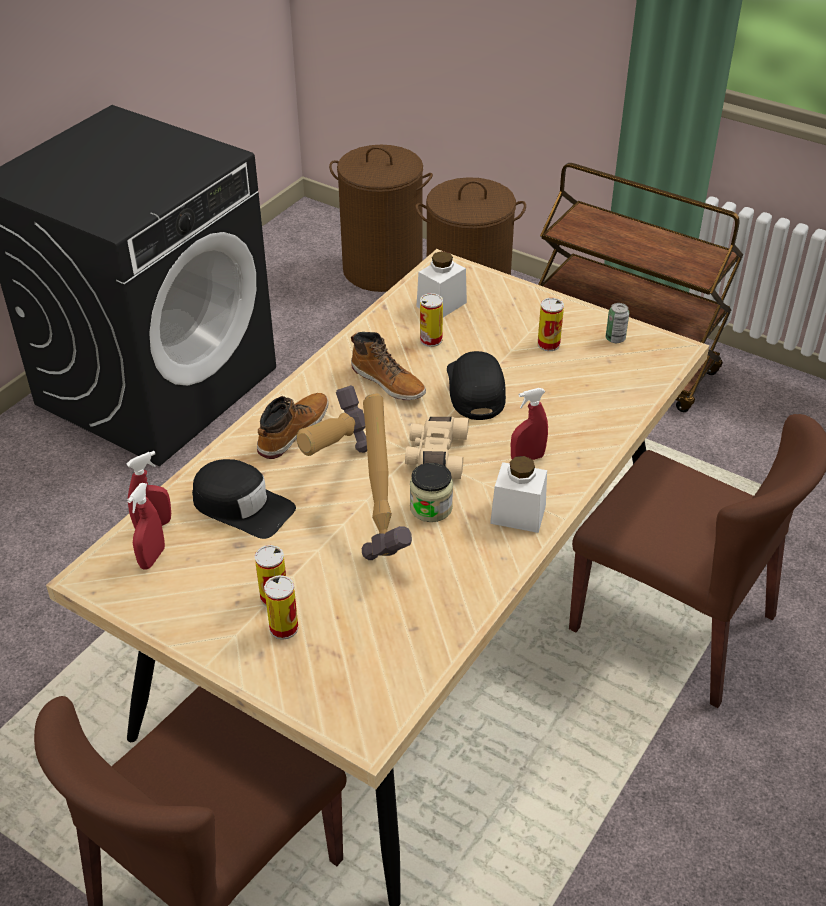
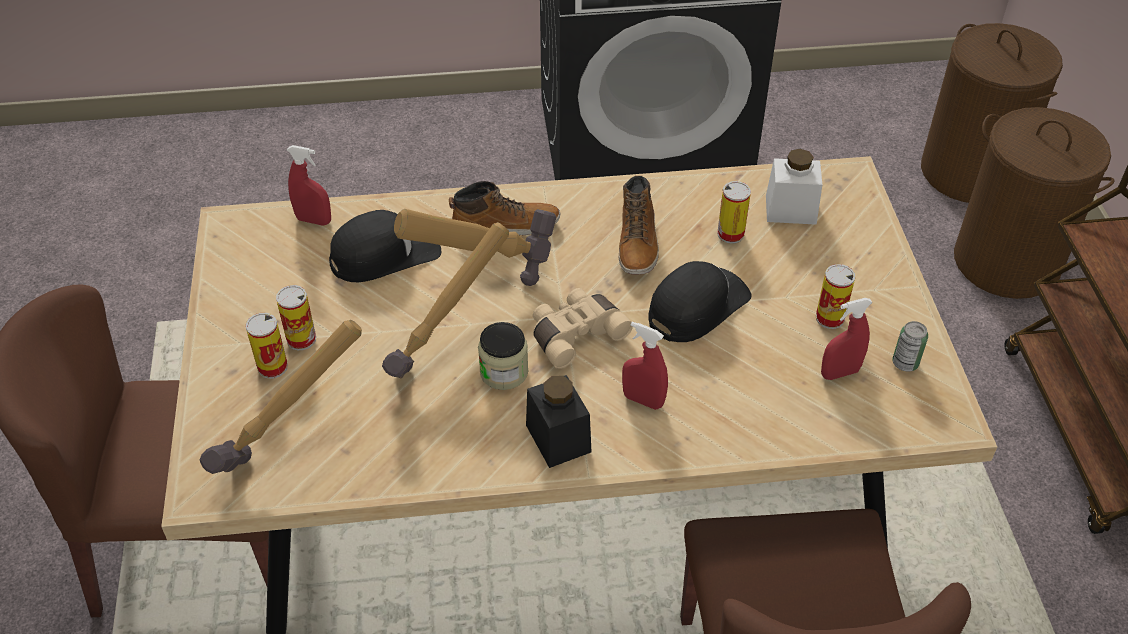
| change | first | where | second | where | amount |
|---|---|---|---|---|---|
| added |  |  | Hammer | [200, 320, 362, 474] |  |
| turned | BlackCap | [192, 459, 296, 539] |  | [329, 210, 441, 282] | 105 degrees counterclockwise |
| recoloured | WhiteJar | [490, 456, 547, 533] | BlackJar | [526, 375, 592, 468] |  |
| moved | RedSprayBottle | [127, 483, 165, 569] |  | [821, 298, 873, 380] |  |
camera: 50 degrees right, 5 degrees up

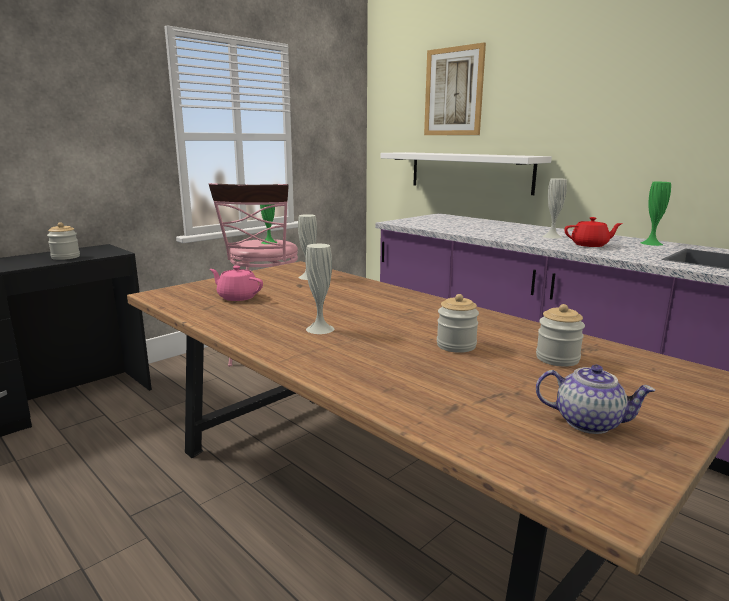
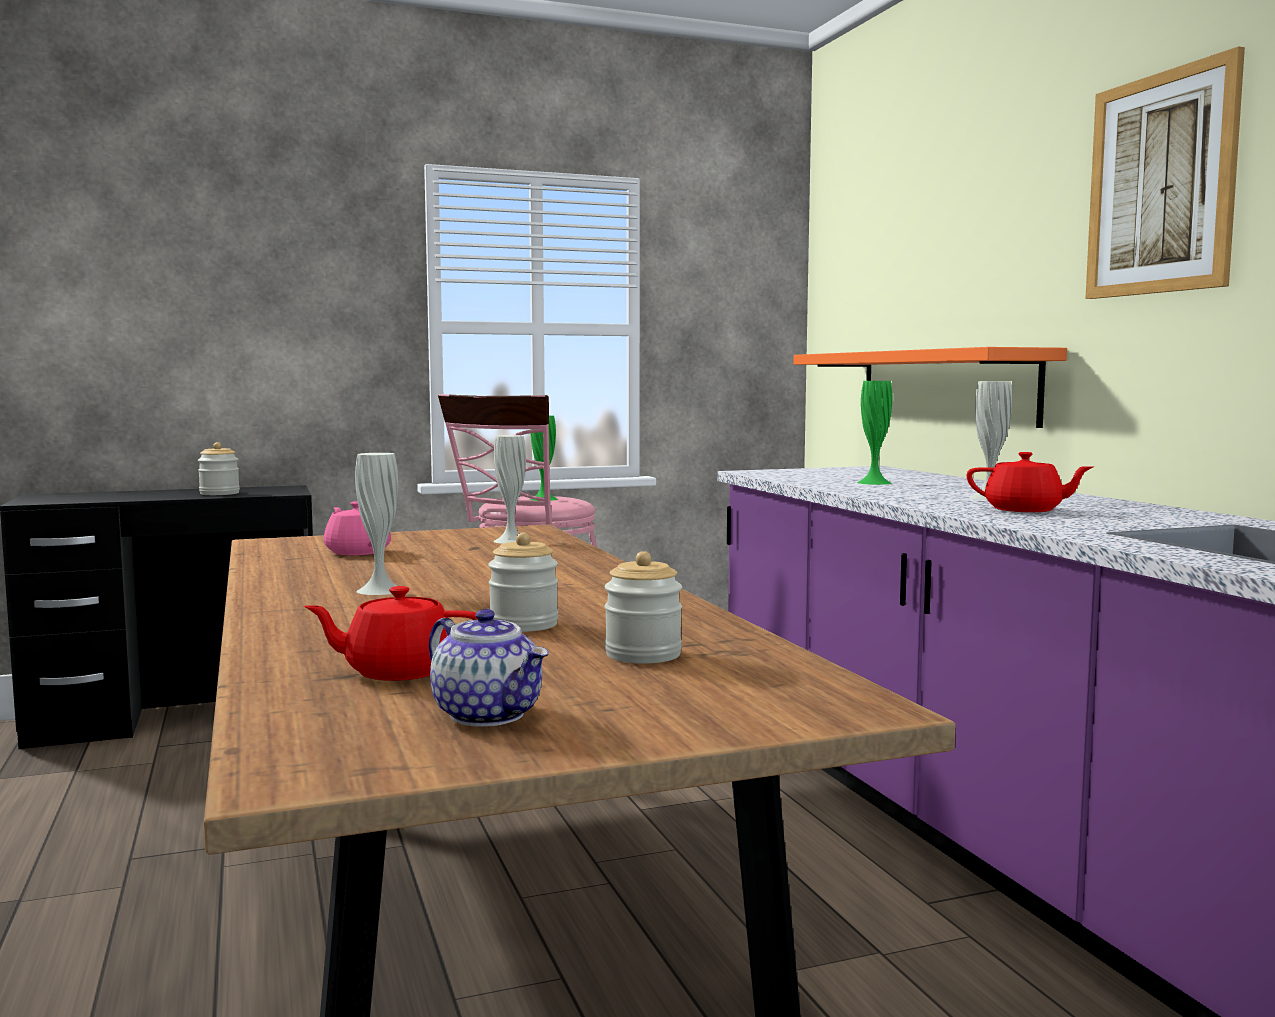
| change | first | where | second | where | amount |
|---|---|---|---|---|---|
| added |  |  | RedTeapot | [304, 586, 478, 681] |  |
| recoloured | WhiteShelf | [381, 152, 552, 195] | OrangeShelf | [793, 347, 1067, 428] |  |
| moved | GreenVase | [640, 182, 671, 246] |  | [857, 381, 892, 485] |  |
| moved | Picture | [424, 43, 486, 135] |  | [1085, 46, 1245, 299] |  |
camera: 25 degrees right, 10 degrees down

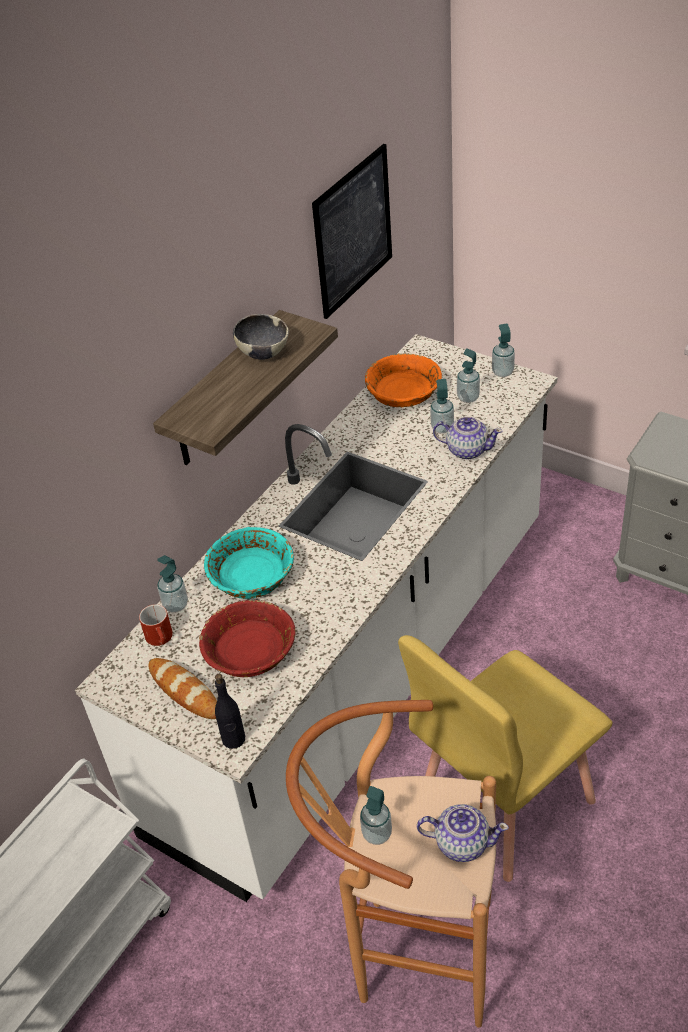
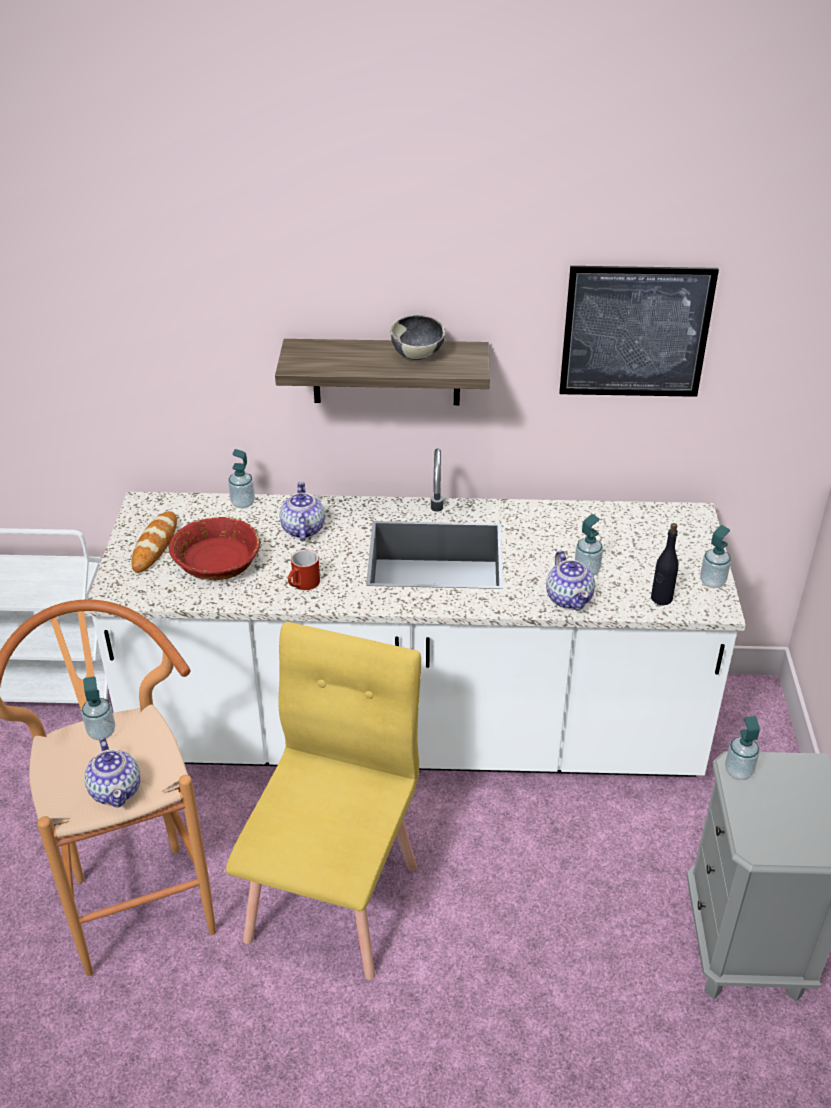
| change | first | where | second | where | amount |
|---|---|---|---|---|---|
| turned | YellowChair | [398, 635, 612, 882] |  | [226, 622, 421, 980] | 90 degrees clockwise |
| replaced | TurquoiseBowl | [204, 527, 294, 599] | Teapot | [280, 482, 325, 541] |  |
| moved | RedMug | [139, 604, 173, 646] |  | [288, 550, 320, 590] |  |
| moved | BlackBottle | [215, 674, 245, 749] |  | [651, 523, 678, 605] |  |
| moved | SoapDispenser | [457, 348, 480, 403] |  | [725, 716, 760, 780] |  |
| removed | OrangeBowl | [365, 353, 442, 407] |  |  |  |
camera: 55 degrees right, 5 degrees down

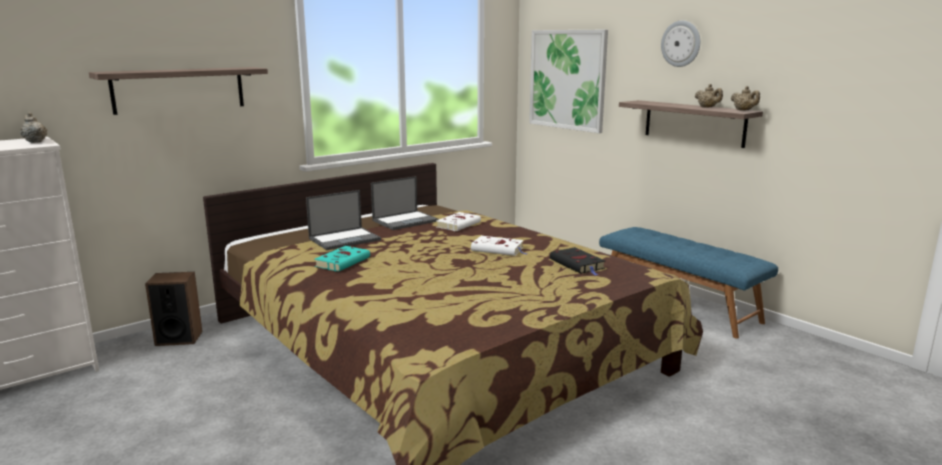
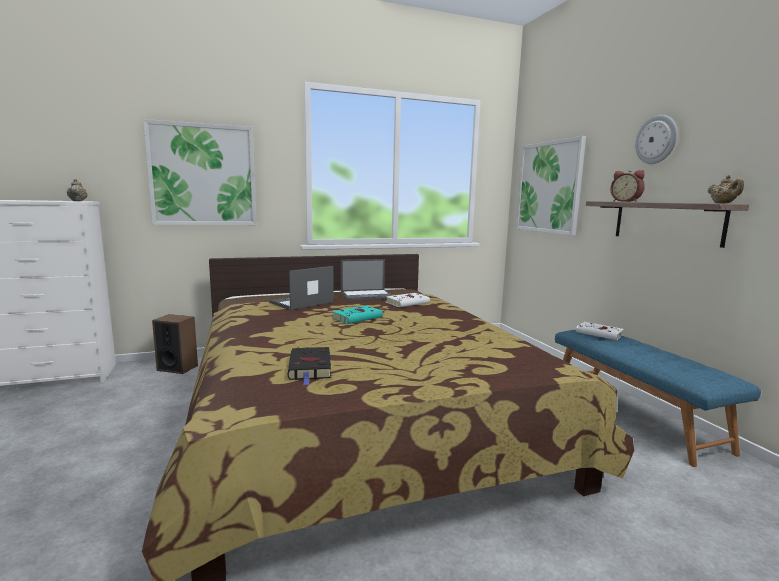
| change | first | where | second | where | amount |
|---|---|---|---|---|---|
| replaced | Shelf | [89, 67, 268, 115] | Picture | [143, 119, 257, 225] |  |
| turned | Laptop | [306, 190, 381, 250] |  | [269, 266, 334, 310] | 150 degrees clockwise |
| moved | BlackBook | [550, 247, 605, 276] |  | [288, 347, 331, 385] |  |
| moved | TurquoiseBook | [314, 246, 370, 272] |  | [332, 305, 383, 324] |  |
| moved | WhiteBook | [471, 236, 528, 256] |  | [576, 322, 628, 341] |  |
| added |  |  | AlarmClock | [610, 170, 645, 202] |  |
| removed | BeigeTeapot | [695, 84, 723, 108] |  |  |  |
camera: 20 degrees right, 5 degrees down

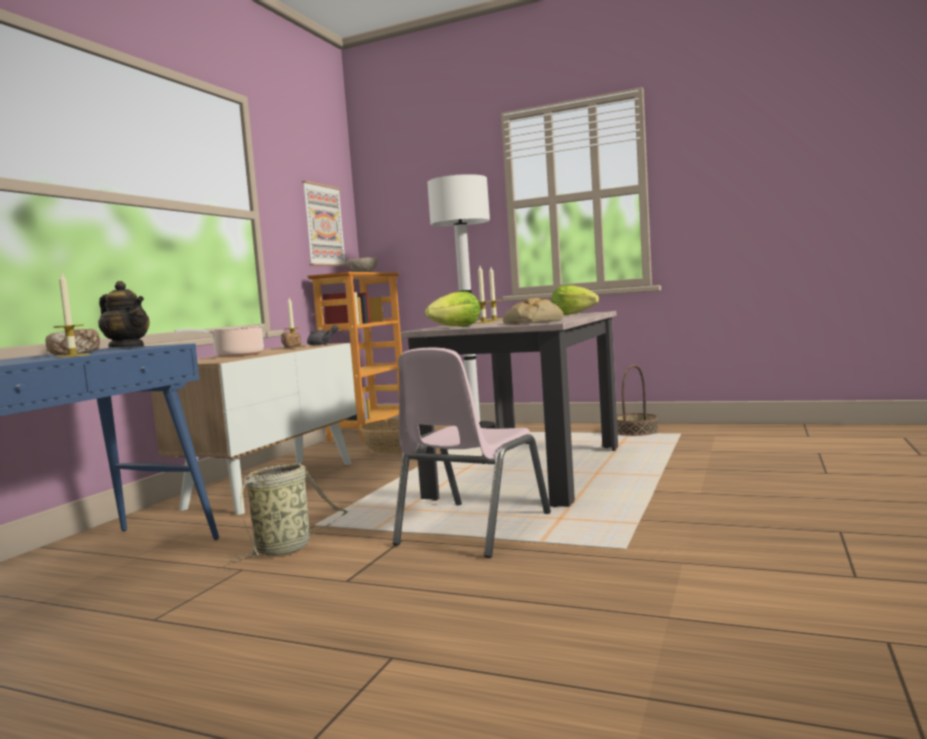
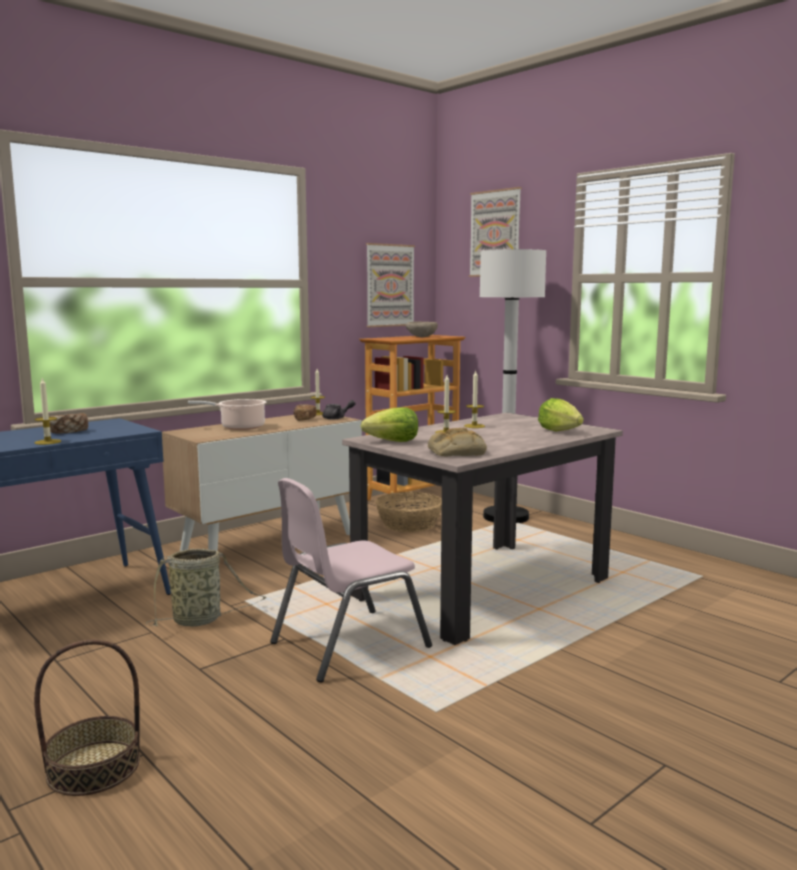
| change | first | where | second | where | amount |
|---|---|---|---|---|---|
| moved | Basket | [617, 365, 658, 436] |  | [34, 639, 140, 796] |  |
| added |  |  | Picture | [469, 187, 522, 277] |  |
| removed | Teapot | [98, 281, 150, 347] |  |  |  |
camera: 25 degrees right, 5 degrees up

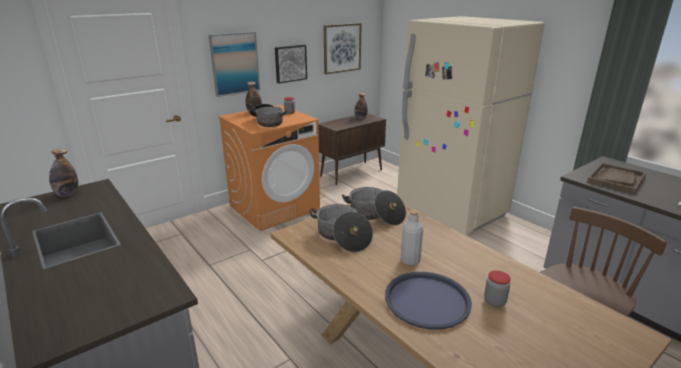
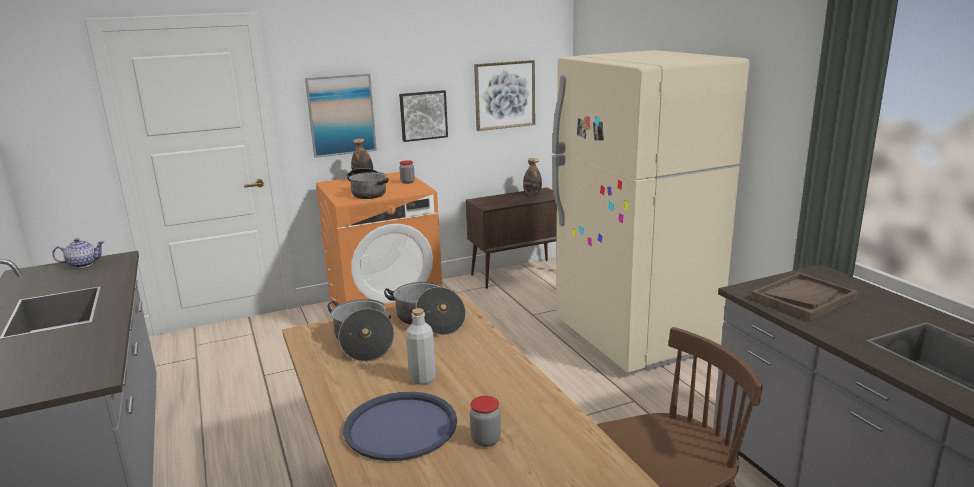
| change | first | where | second | where | amount |
|---|---|---|---|---|---|
| replaced | Bottle | [49, 149, 78, 197] | Teapot | [52, 238, 104, 268] |  |
camera: 15 degrees right, 5 degrees down

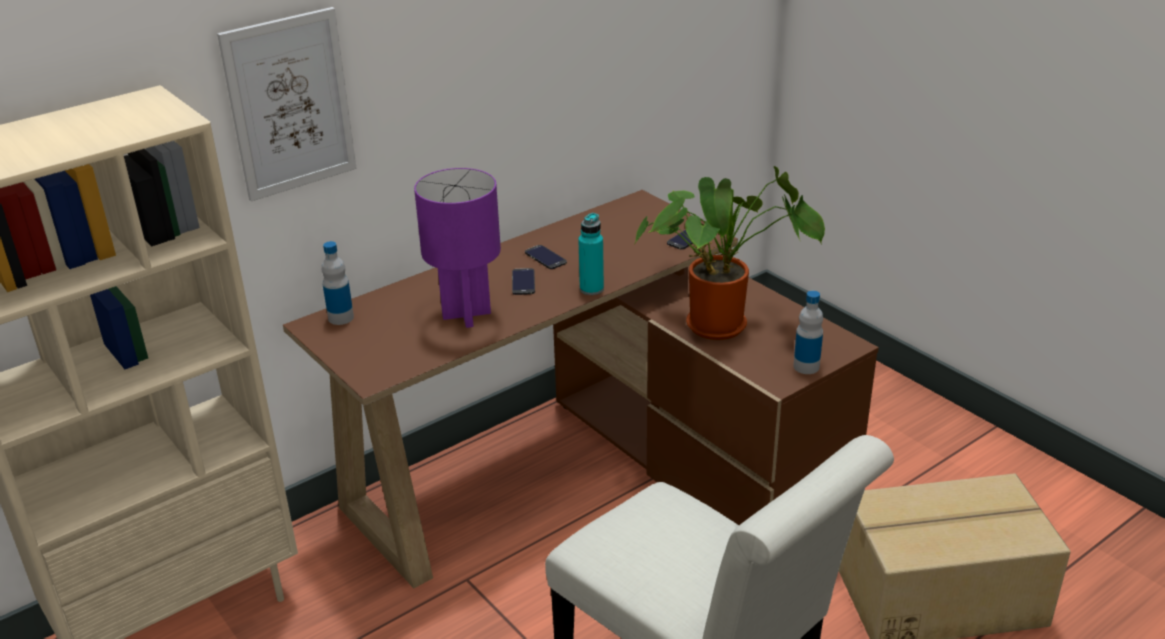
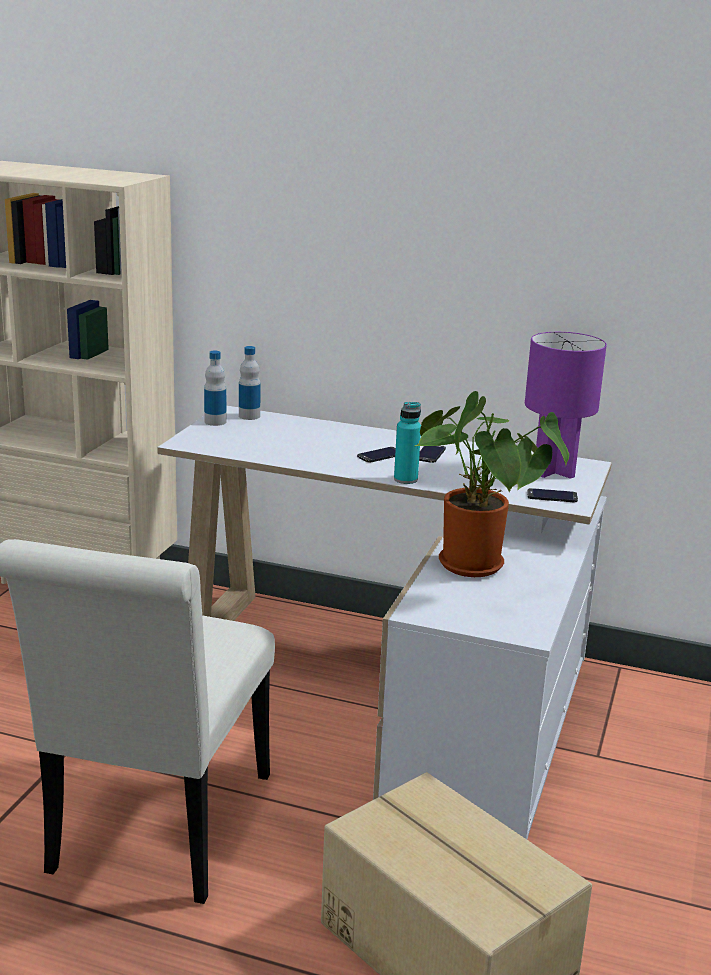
| change | first | where | second | where | amount |
|---|---|---|---|---|---|
| recoloured | BrownDesk | [283, 190, 879, 588] | WhiteDesk | [157, 405, 612, 839] |  |
| moved | Bottle | [793, 291, 823, 374] |  | [204, 351, 226, 426] |  |
| moved | PurpleTableLamp | [414, 168, 501, 328] |  | [525, 332, 607, 479] |  |
| removed | Picture | [217, 7, 356, 202] |  |  |  |
camera: 55 degrees right, 10 degrees down

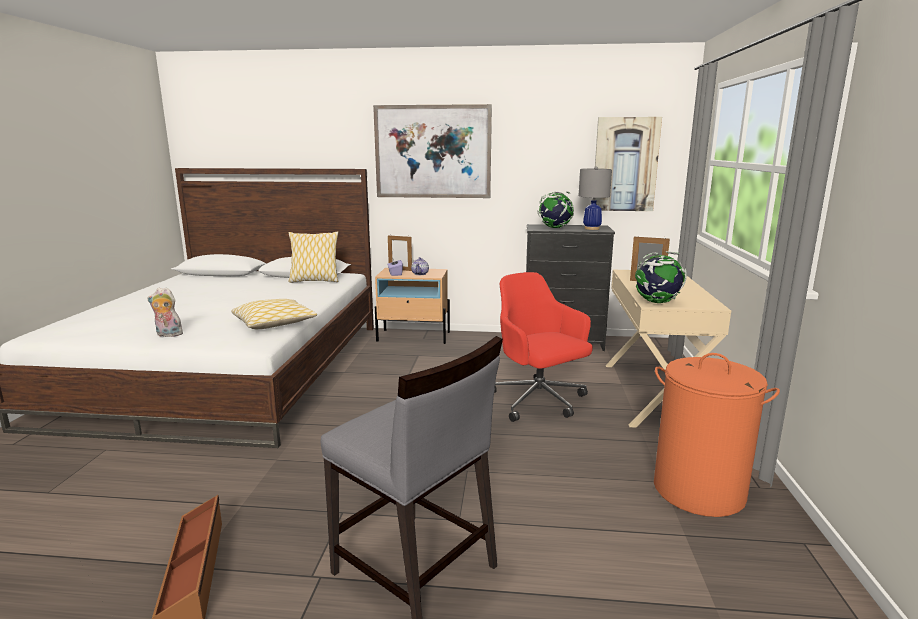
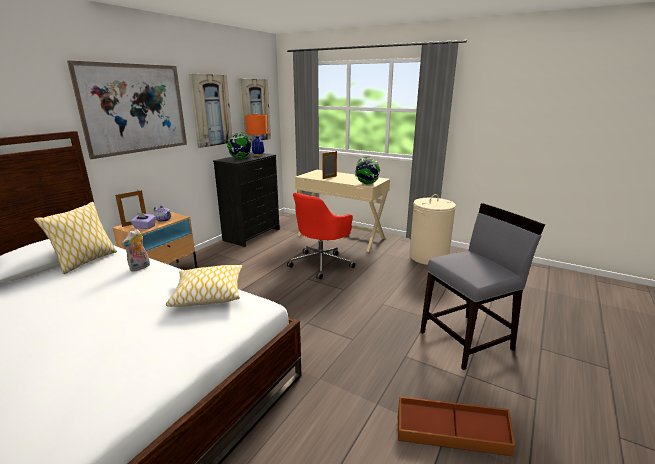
| change | first | where | second | where | amount |
|---|---|---|---|---|---|
| moved | PlushToy | [147, 287, 183, 337] |  | [121, 229, 150, 272] |  |
| added |  |  | Picture | [189, 74, 232, 148] |  |
| recoloured | GreyTableLamp | [579, 167, 612, 230] | OrangeTableLamp | [245, 113, 267, 156] |  |
| turned | RedOfficeChair | [494, 272, 593, 422] |  | [287, 192, 355, 280] | 45 degrees counterclockwise |
| recoloured | OrangeLaundryBasket | [654, 353, 780, 517] | BeigeLaundryBasket | [409, 194, 456, 265] |  |
camera: 65 degrees left, 5 degrees up

